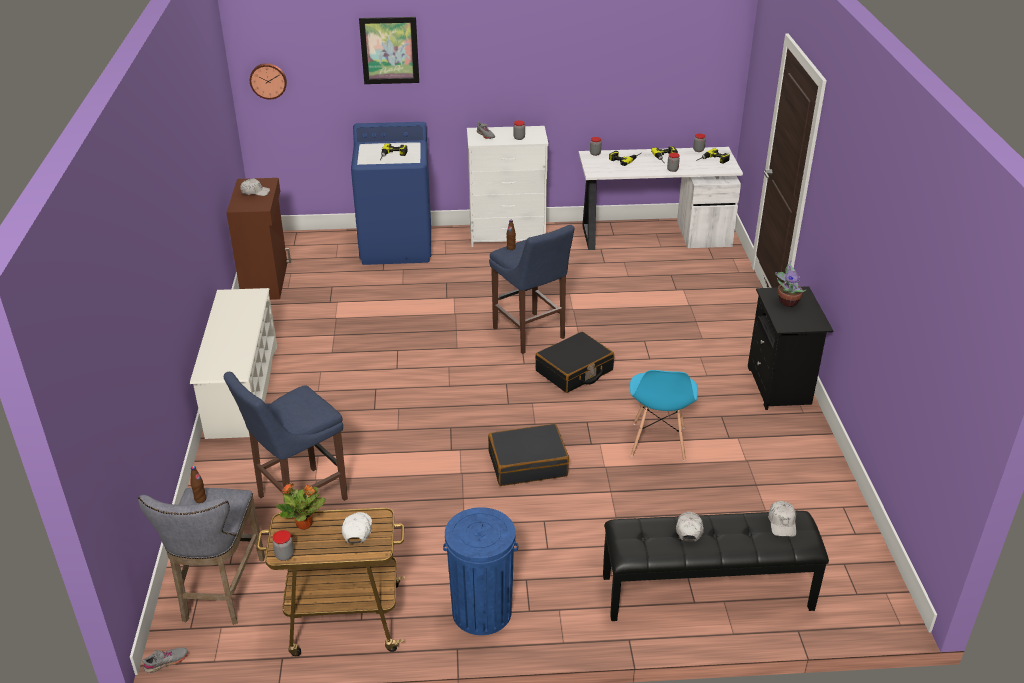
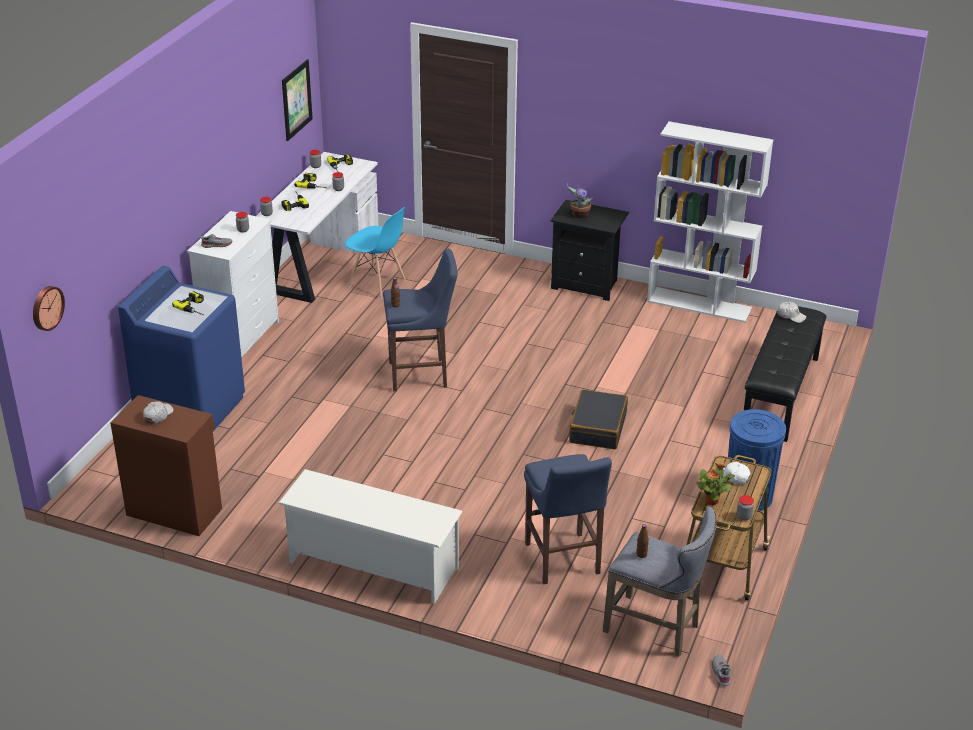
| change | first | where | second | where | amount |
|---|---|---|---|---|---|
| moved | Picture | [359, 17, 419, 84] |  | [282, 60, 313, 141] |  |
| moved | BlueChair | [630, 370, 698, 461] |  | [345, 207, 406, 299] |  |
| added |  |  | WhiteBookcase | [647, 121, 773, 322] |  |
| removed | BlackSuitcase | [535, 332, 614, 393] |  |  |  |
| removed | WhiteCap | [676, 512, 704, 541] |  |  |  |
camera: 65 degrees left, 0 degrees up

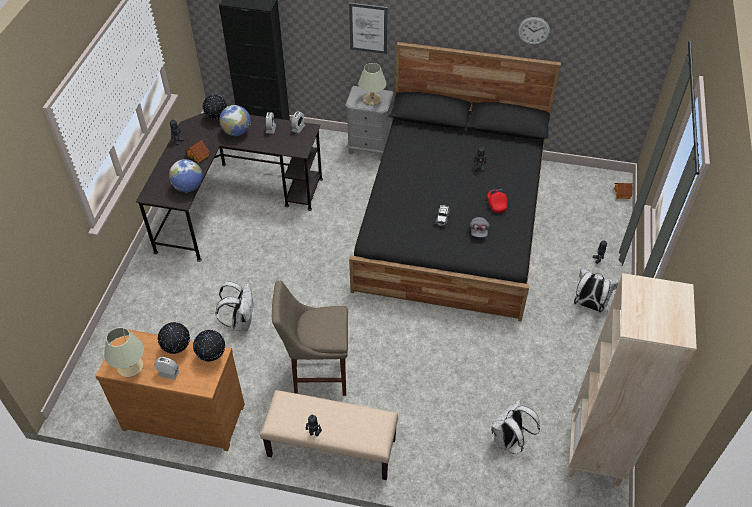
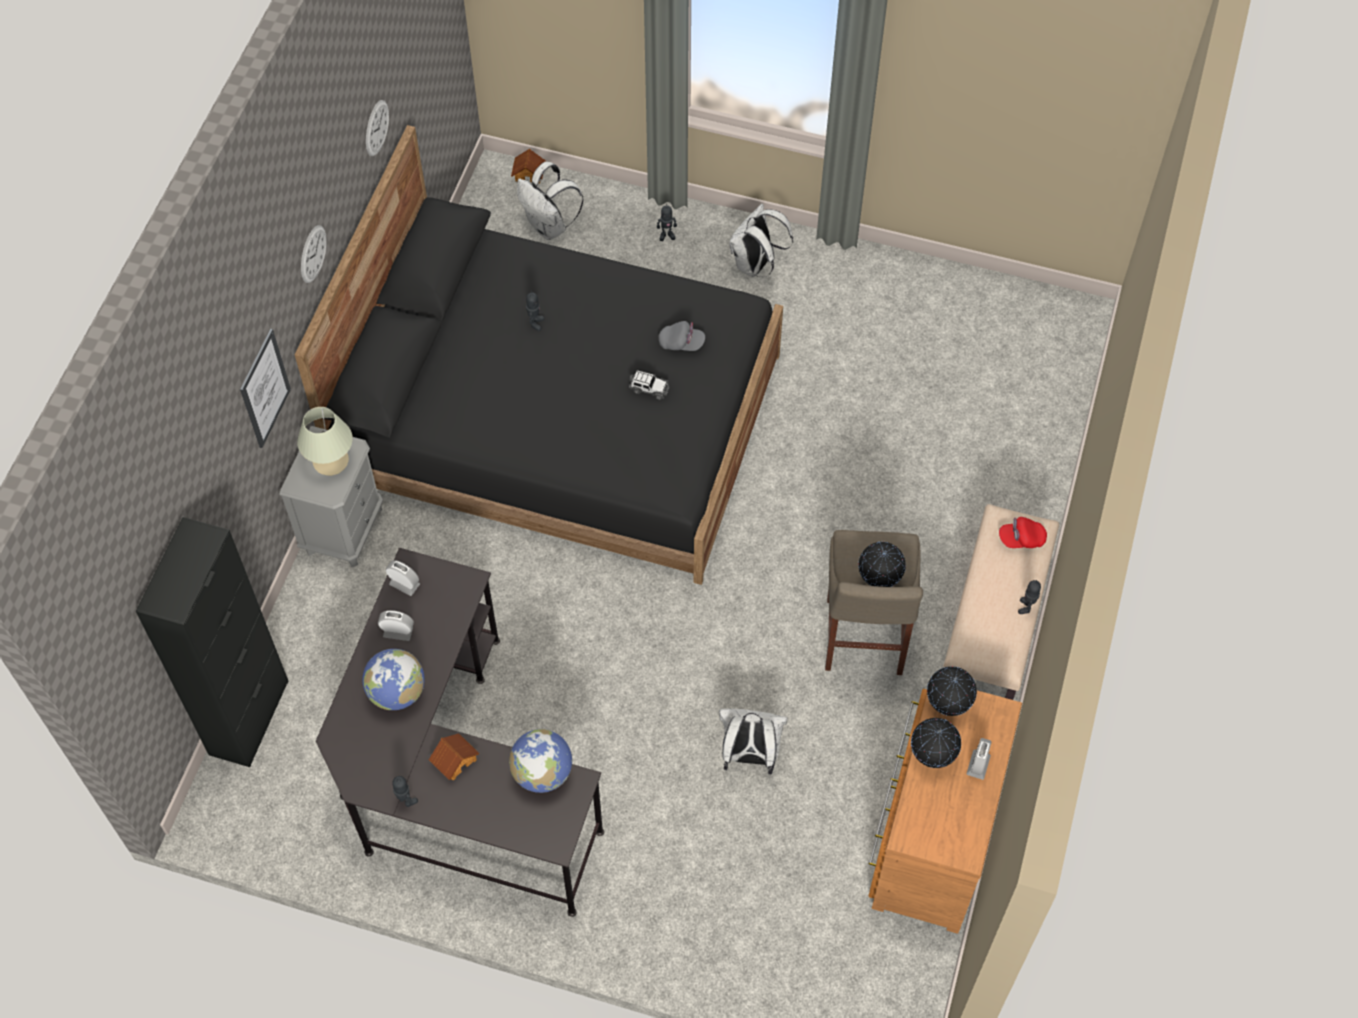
| change | first | where | second | where | amount |
|---|---|---|---|---|---|
| added |  |  | WallClock | [301, 225, 327, 283] |  |
| moved | WhiteBackpack | [491, 399, 540, 454] |  | [517, 162, 584, 240] |  |
| moved | Globe | [203, 95, 227, 119] |  | [858, 541, 906, 587] |  |
| moved | RedCap | [488, 189, 508, 213] |  | [999, 517, 1047, 548] |  |
| removed | BeigeTableLamp | [104, 327, 144, 377] |  |  |  |
| removed | BeigeBookcase | [568, 273, 697, 486] |  |  |  |
camera: 85 degrees left, 10 degrees up

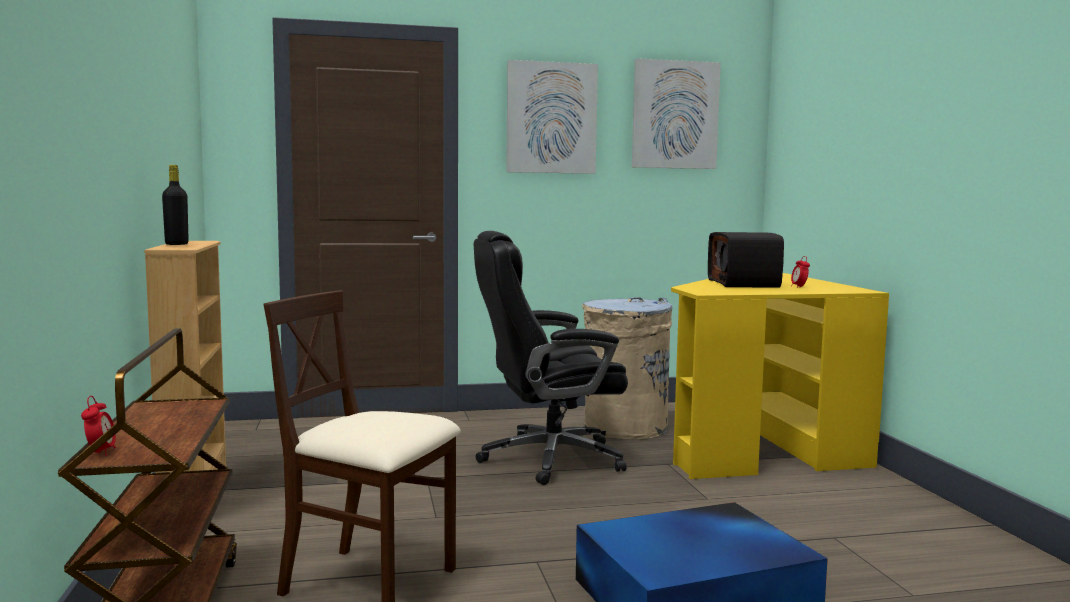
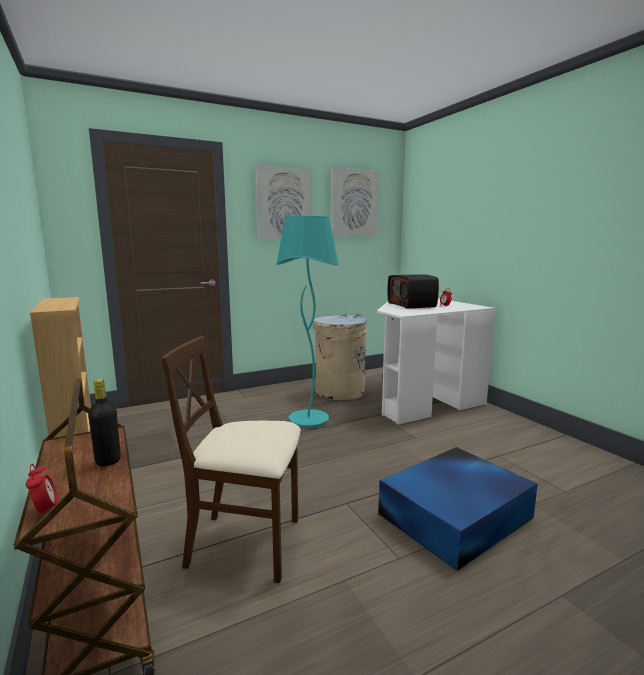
| change | first | where | second | where | amount |
|---|---|---|---|---|---|
| moved | BlackBottle | [162, 165, 189, 245] |  | [88, 379, 121, 467] |  |
| replaced | BlackOfficeChair | [474, 231, 628, 485] | TurquoiseFloorLamp | [277, 216, 338, 428] |  |
| recoloured | YellowDesk | [671, 273, 889, 479] | WhiteDesk | [377, 299, 495, 425] |  |
camera: 15 degrees left, 5 degrees up

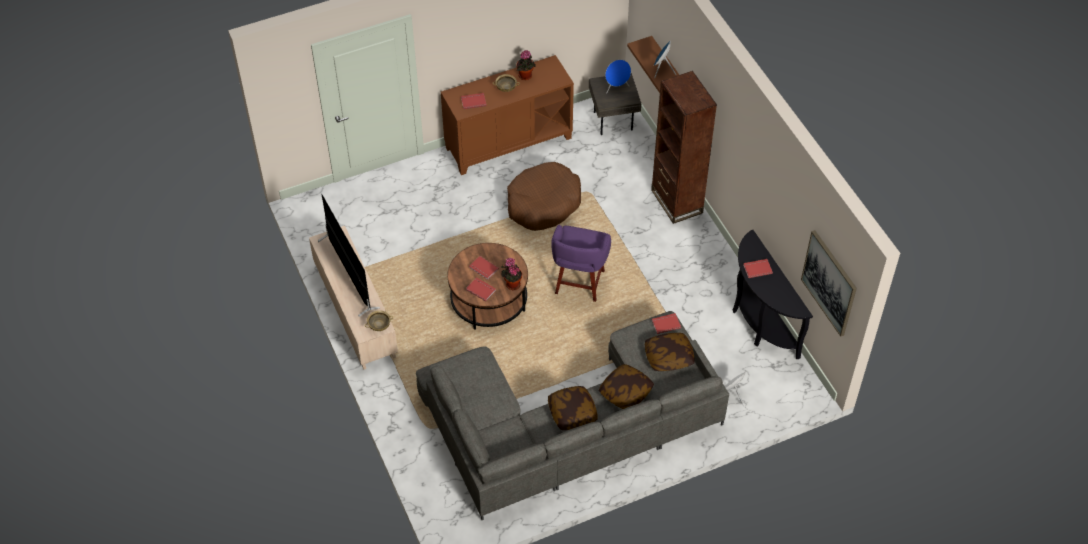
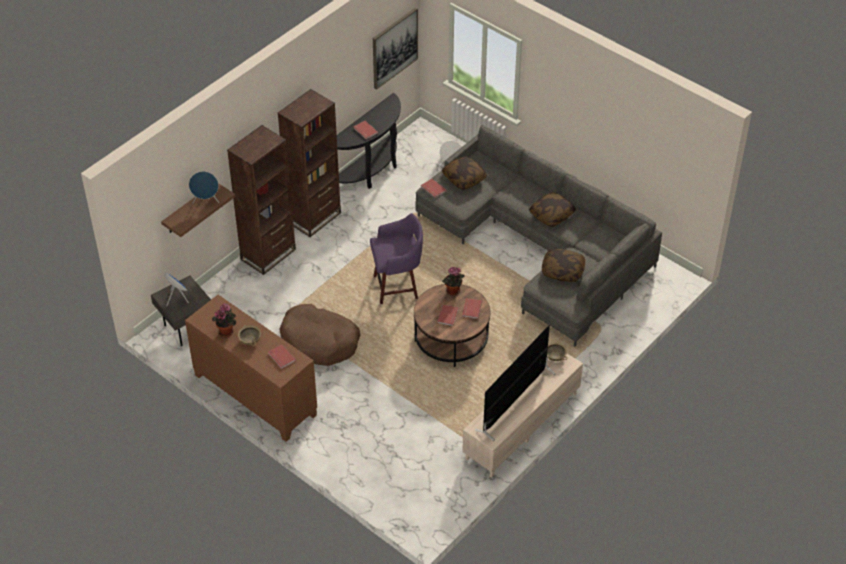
| change | first | where | second | where | amount |
|---|---|---|---|---|---|
| added |  |  | BrownBookcase | [278, 89, 341, 237] |  |
| moved | Pillow | [599, 364, 654, 409] |  | [542, 249, 585, 282] |  |
camera: 115 degrees left, 5 degrees down

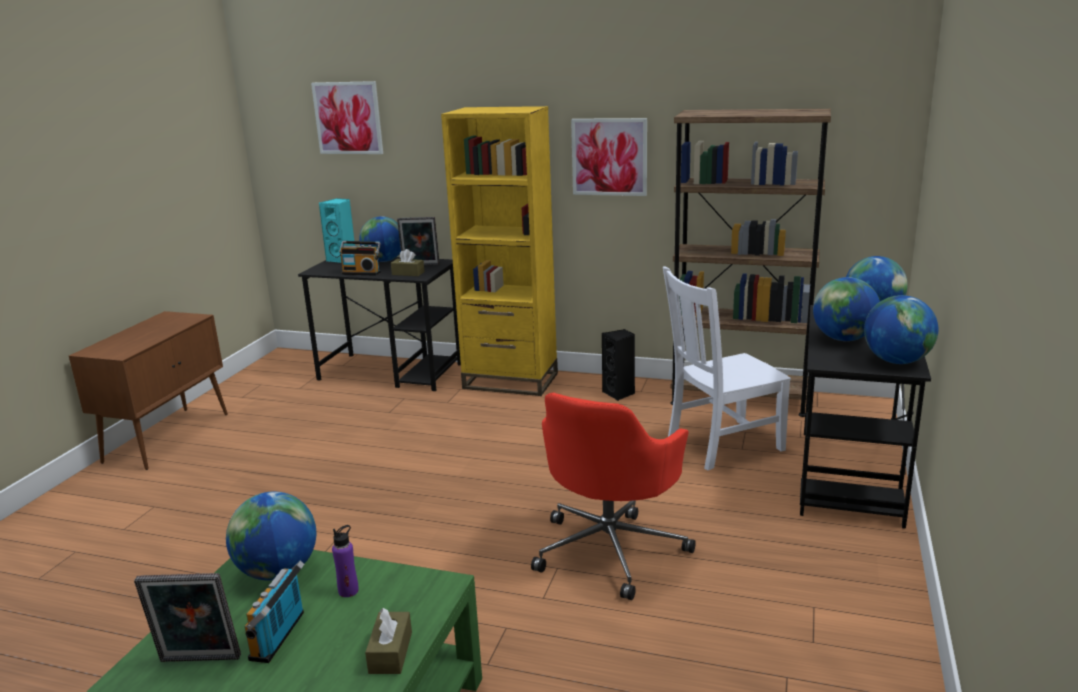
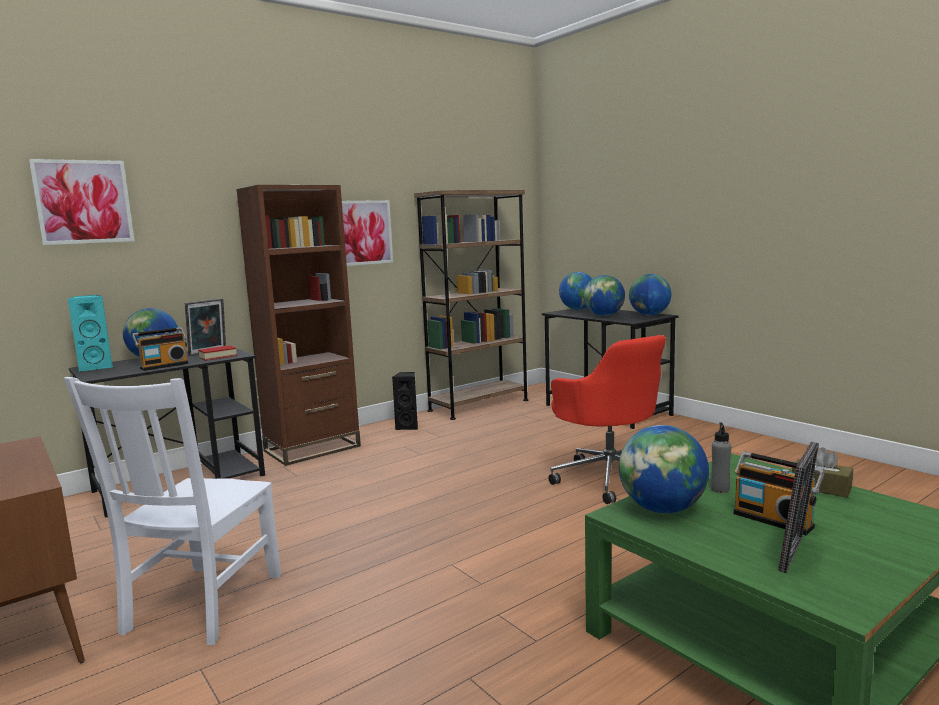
| change | first | where | second | where | amount |
|---|---|---|---|---|---|
| moved | WhiteChair | [663, 266, 791, 470] |  | [64, 377, 282, 645] |  |
| replaced | BrownTissueBox | [391, 249, 425, 276] | Book | [198, 345, 237, 361] |  |
| recoloured | YellowBookcase | [441, 106, 558, 396] | BrownBookcase | [236, 185, 361, 466] |  |
| recoloured | PurpleBottle | [332, 525, 359, 597] | GreyBottle | [710, 422, 731, 493] |  |
camera: 55 degrees left, 10 degrees down

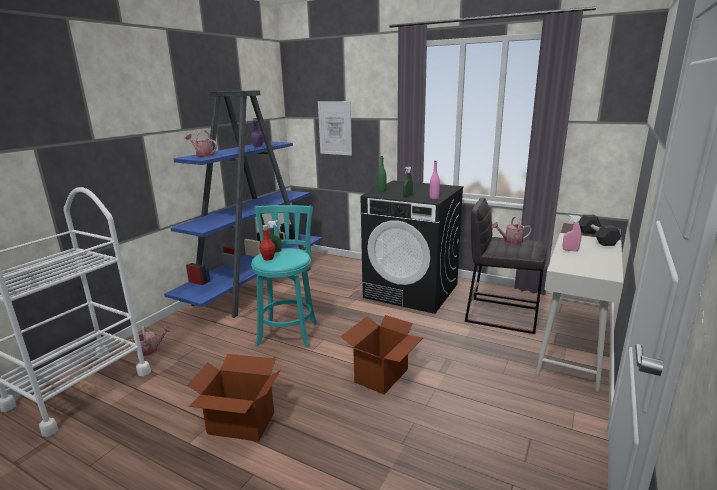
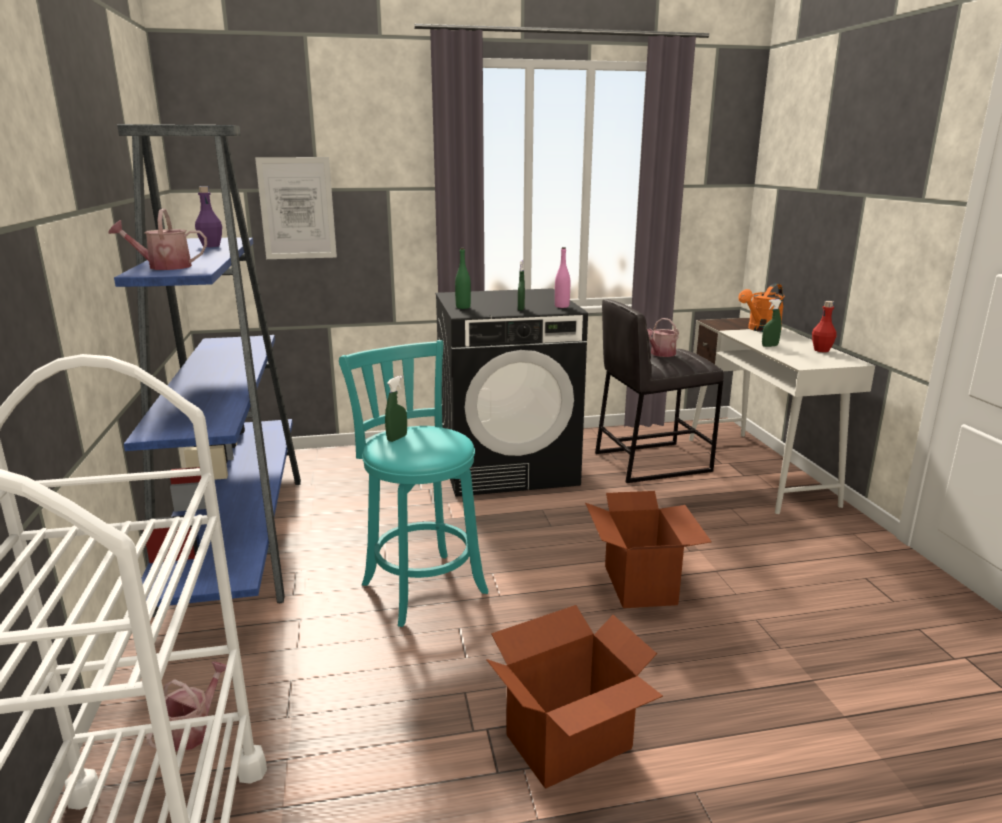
| change | first | where | second | where | amount |
|---|---|---|---|---|---|
| replaced | BlackDumbbell | [578, 215, 621, 246] | OrangeWateringCan | [738, 284, 785, 332] |  |
| recoloured | PinkSprayBottle | [563, 215, 581, 251] | GreenSprayBottle | [762, 299, 782, 347] |  |
| moved | RedBottle | [259, 225, 275, 260] |  | [812, 301, 837, 352] |  |
camera: 40 degrees left, 0 degrees up

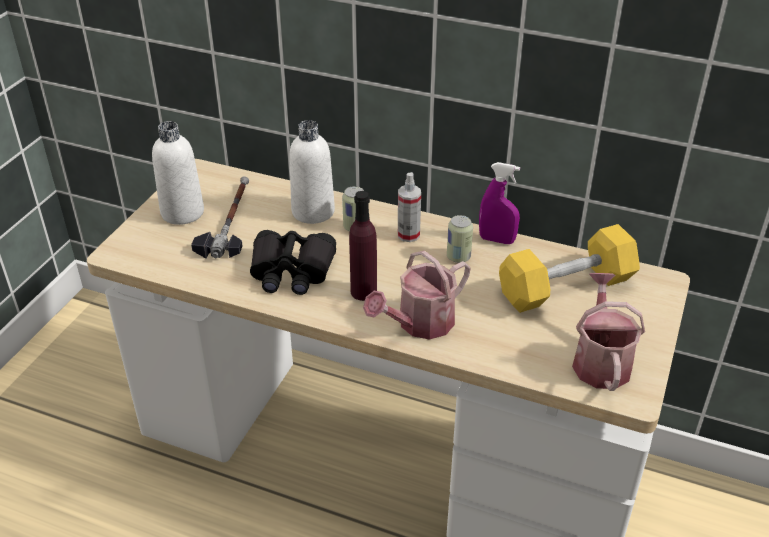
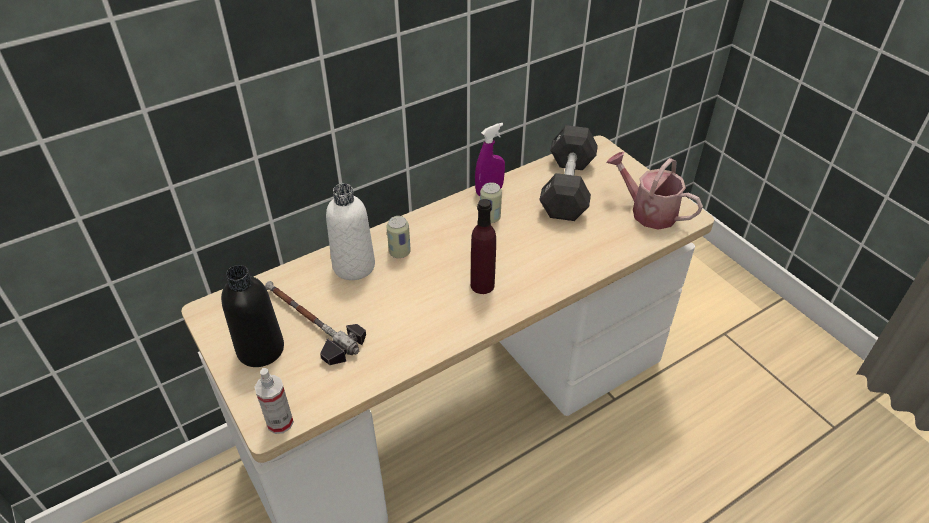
| change | first | where | second | where | amount |
|---|---|---|---|---|---|
| recoloured | WhiteBottle | [152, 121, 204, 225] | BlackBottle | [221, 265, 284, 367] |  |
| moved | SprayBottle | [398, 172, 421, 242] |  | [255, 368, 294, 434] |  |
| recoloured | YellowDumbbell | [499, 224, 640, 313] | BlackDumbbell | [539, 125, 598, 221] |  |
| removed | BlackBinoculars | [250, 230, 336, 295] |  |  |  |
| removed | WateringCan | [363, 251, 470, 340] |  |  |  |
camera: 55 degrees left, 5 degrees up

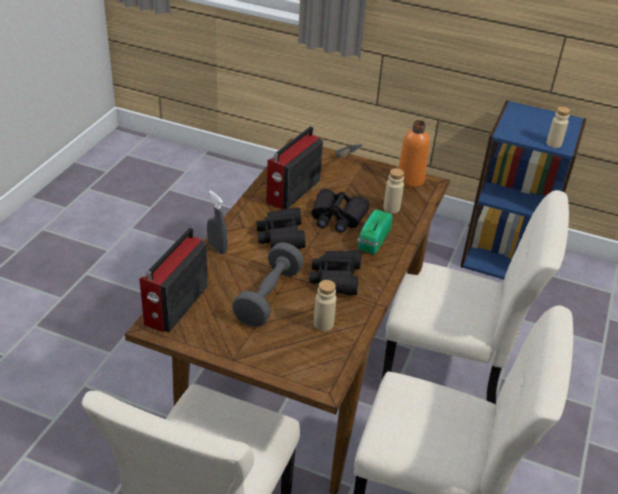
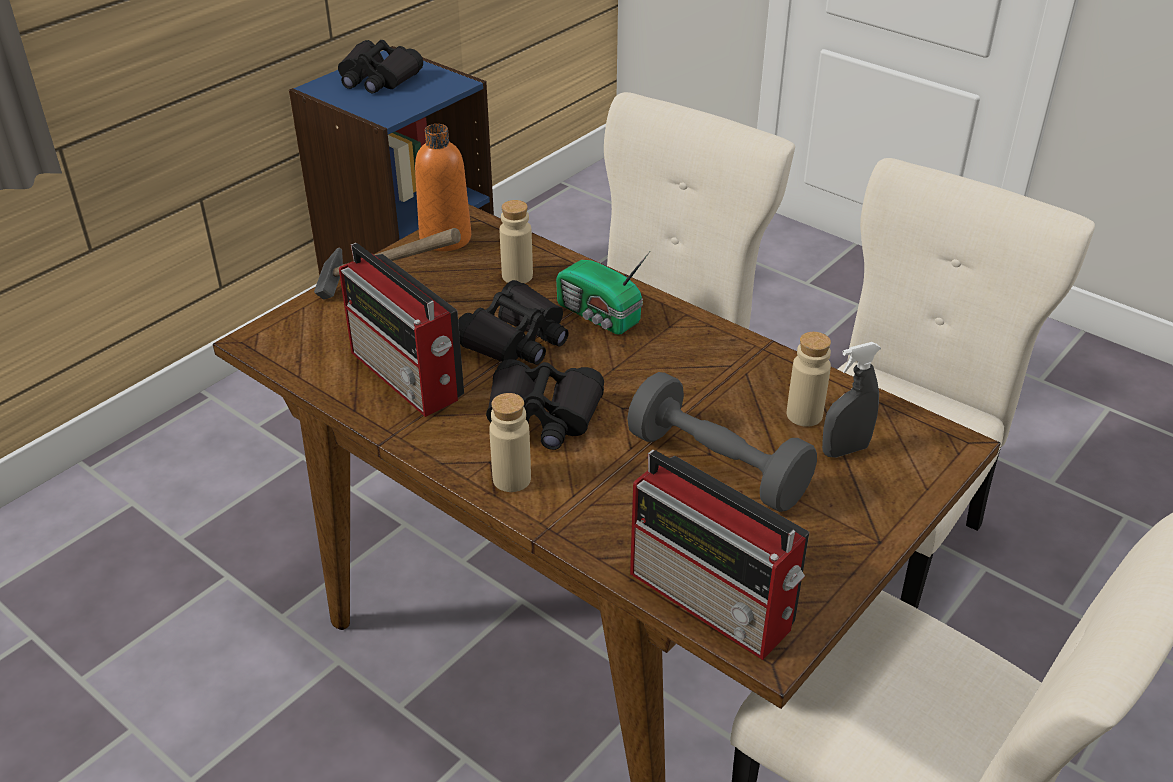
| change | first | where | second | where | amount |
|---|---|---|---|---|---|
| moved | BlackBinoculars | [309, 250, 361, 295] |  | [338, 40, 423, 93] |  |
| moved | BeigeBottle | [546, 107, 570, 148] |  | [489, 393, 531, 492] |  |
| moved | GreySprayBottle | [207, 190, 228, 254] |  | [822, 342, 881, 458] |  |
camera: 70 degrees left, 0 degrees up

